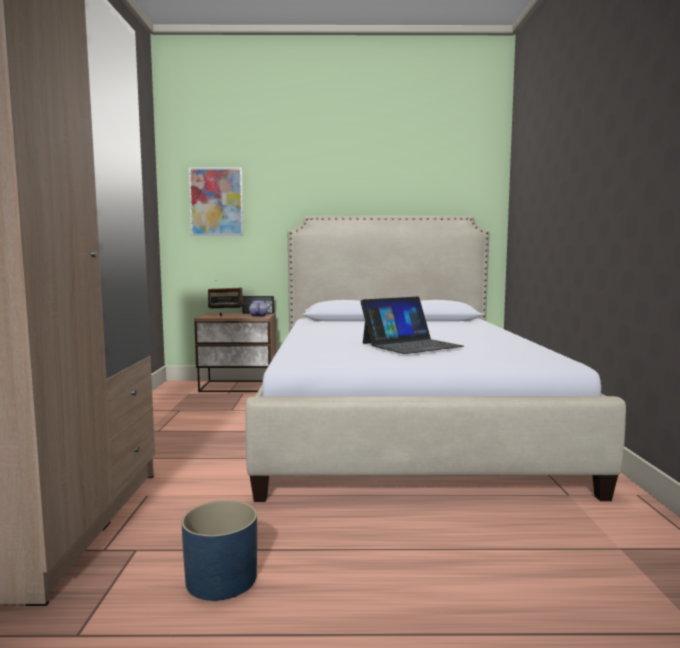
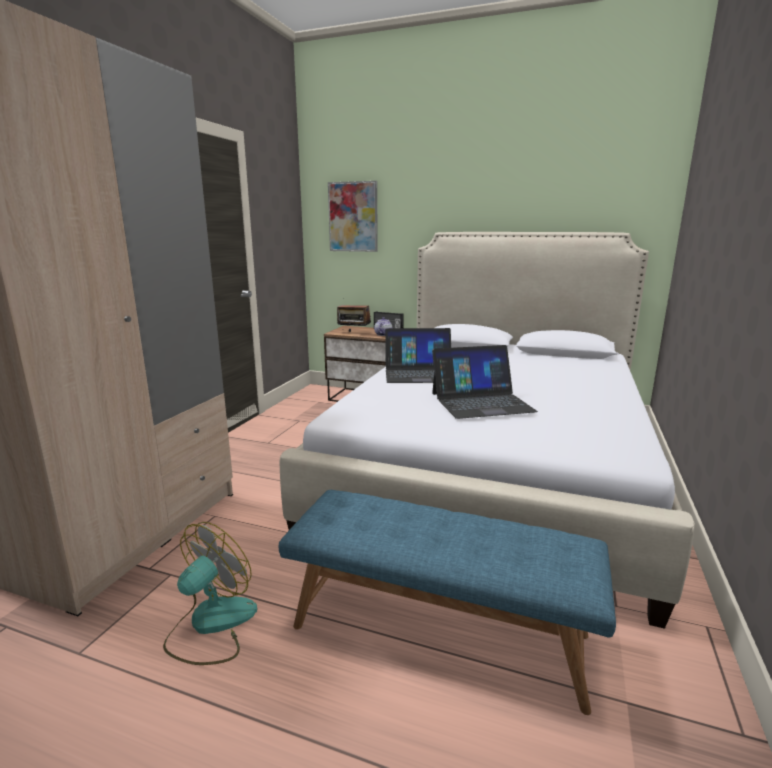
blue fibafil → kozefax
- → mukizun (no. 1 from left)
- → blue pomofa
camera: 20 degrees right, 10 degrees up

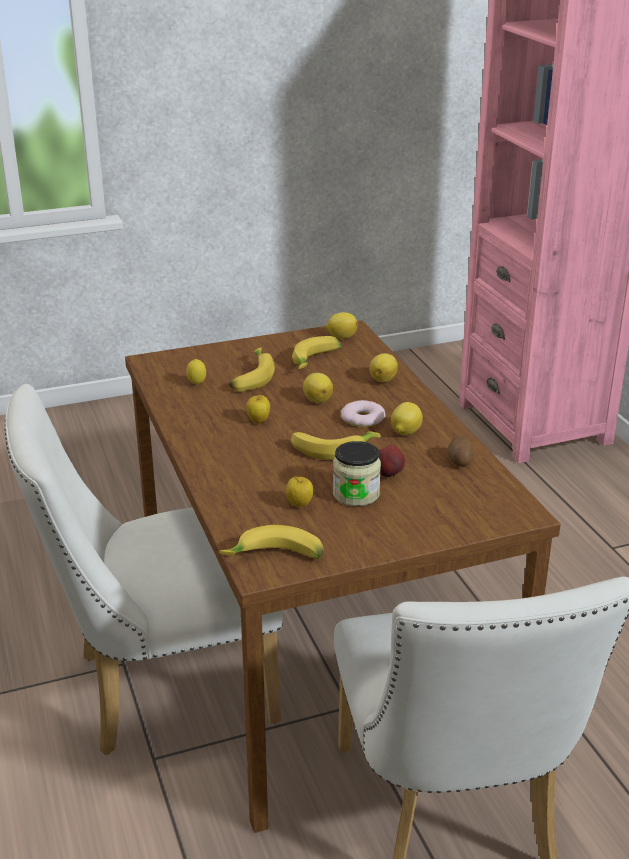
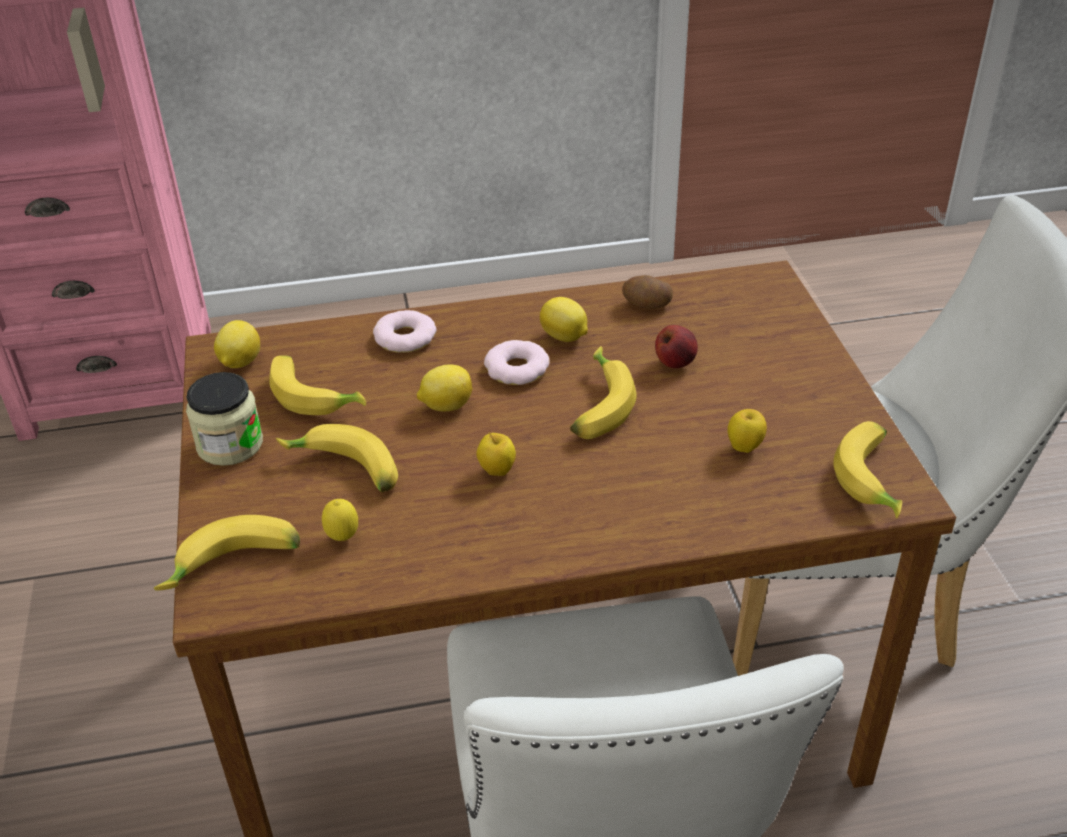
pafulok (no. 4 from left) → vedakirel (no. 1 from left)
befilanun, shifted
- → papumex (no. 1 from left)
camera: 80 degrees left, 10 degrees up

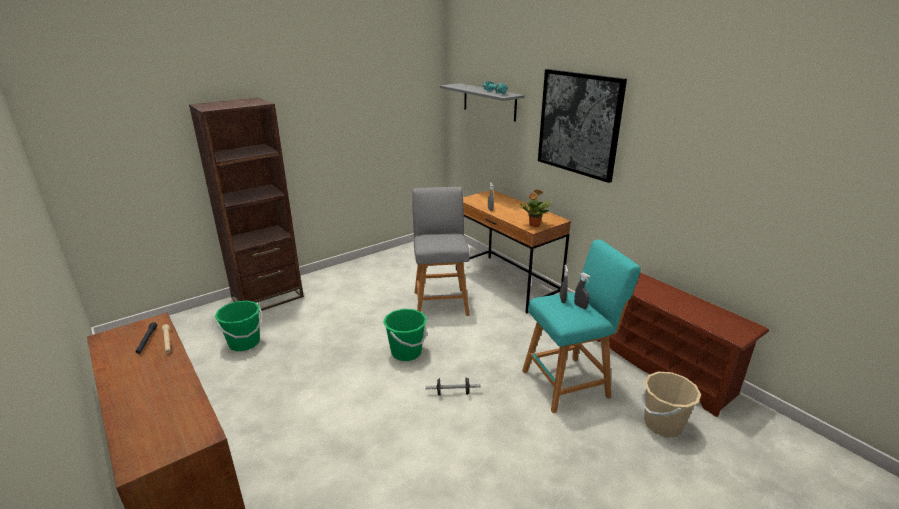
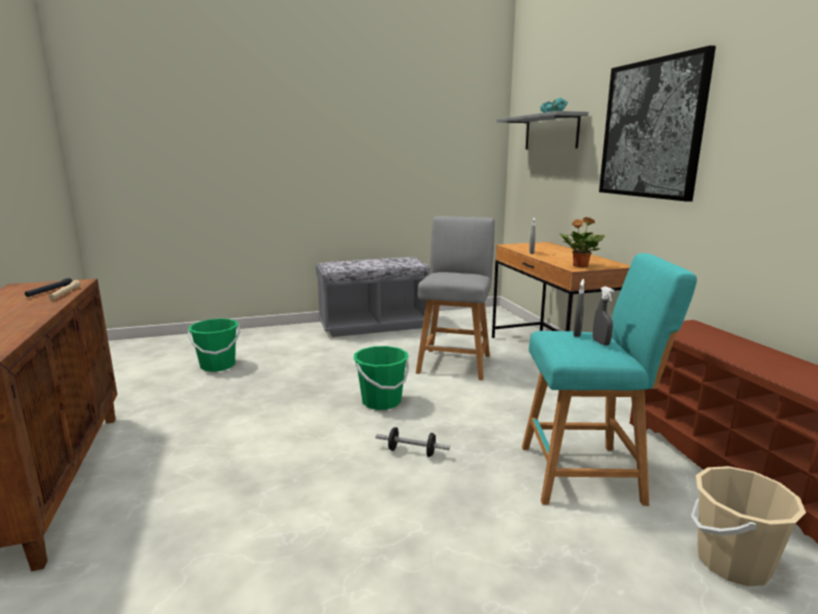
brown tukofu → -
- → grey pomofa
camera: 20 degrees right, 10 degrees down

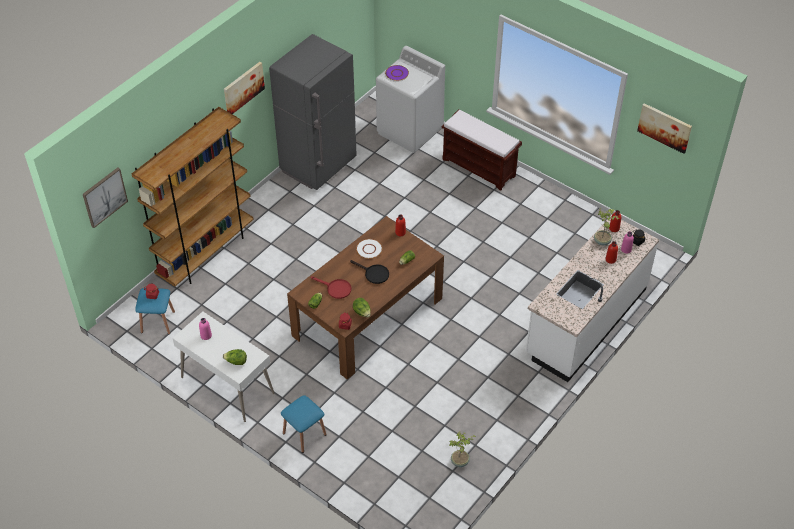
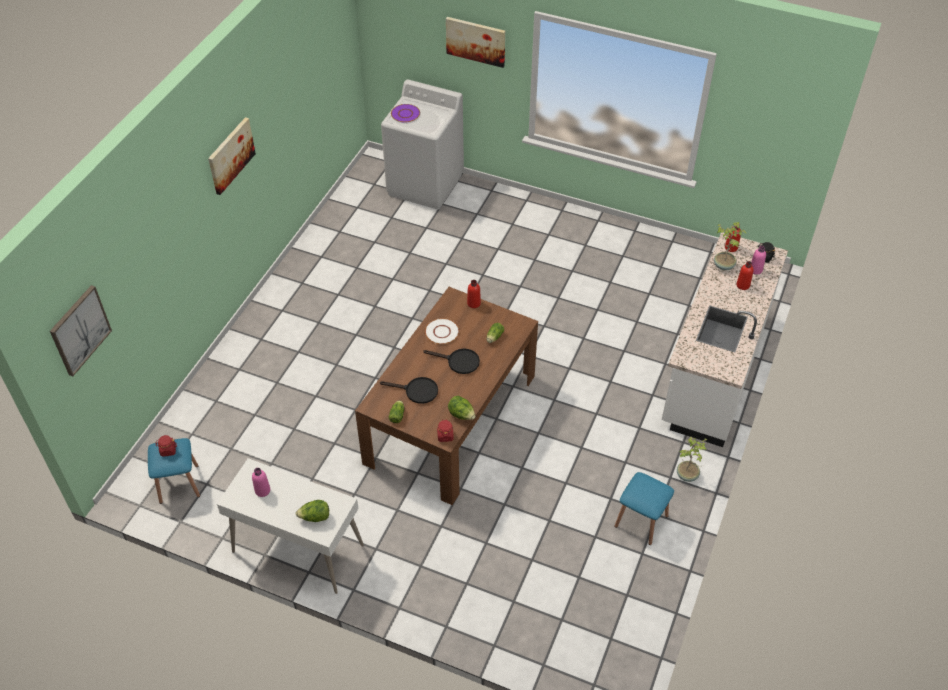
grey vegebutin → -
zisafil (no. 3 from left), shifted
brown tukofu → -
brown pomofa → -
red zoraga → black zoraga (no. 1 from left)
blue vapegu (no. 2 from left), shifted
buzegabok (no. 1 from left), shifted
camera: 15 degrees left, 0 degrees up

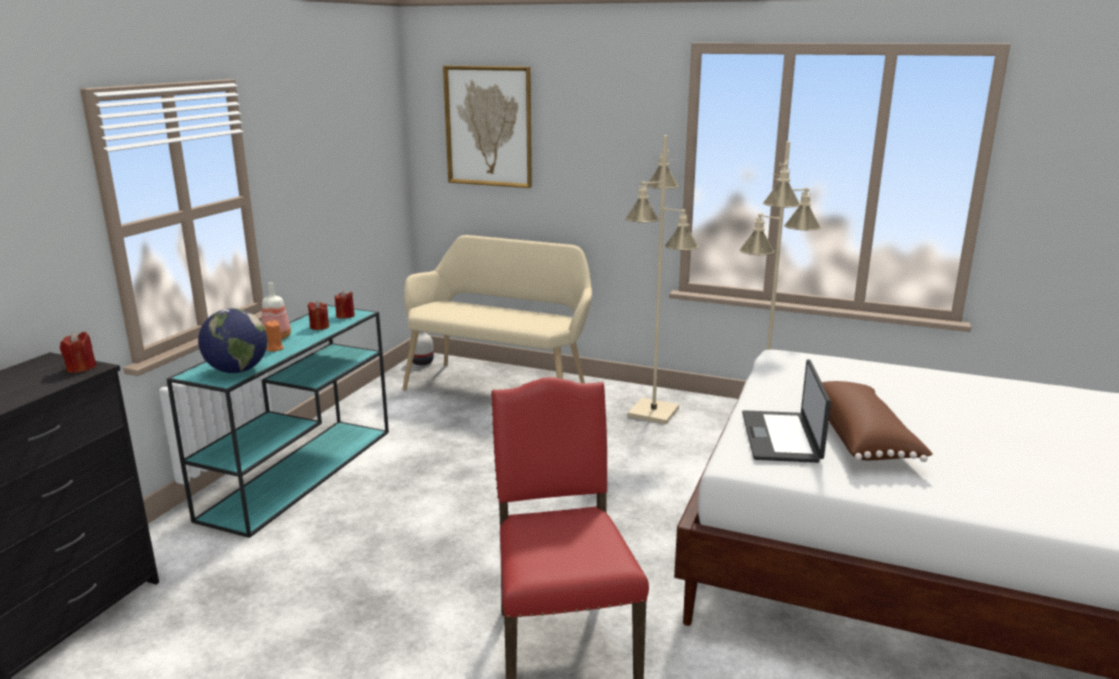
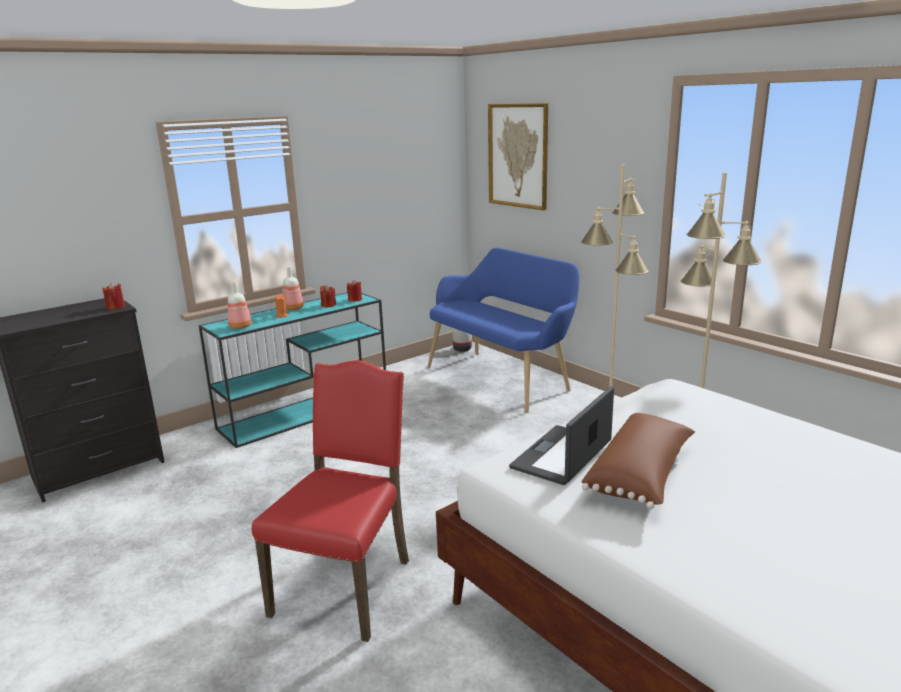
beige pomofa → blue pomofa
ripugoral → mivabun (no. 1 from left)
camera: 30 degrees right, 0 degrees up

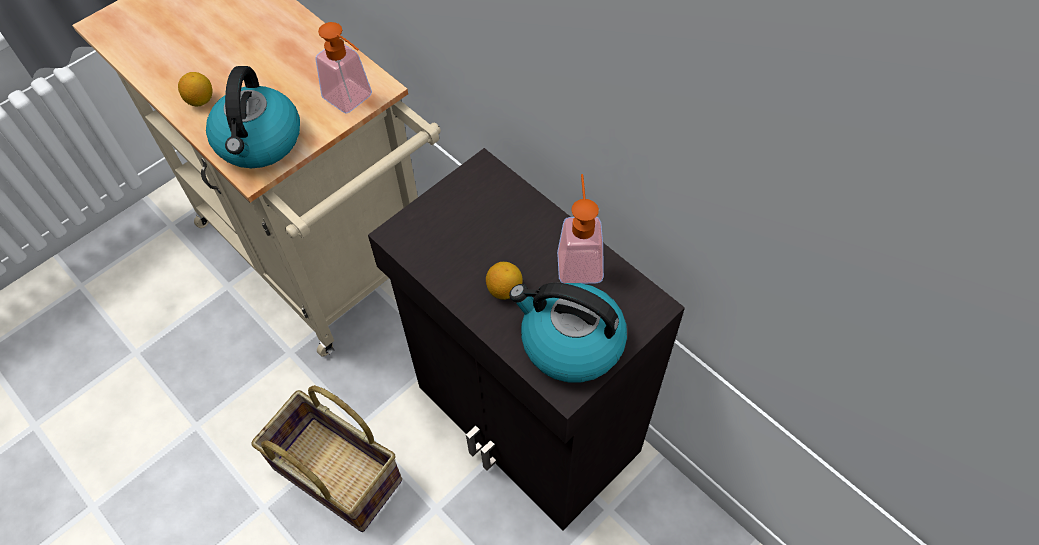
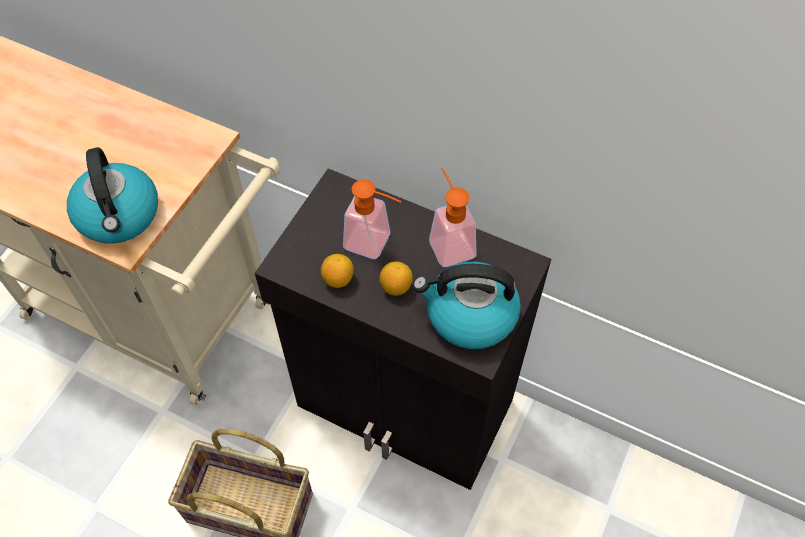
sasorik (no. 1 from left), shifted
pafulok (no. 1 from left), shifted
camera: 20 degrees left, 0 degrees up

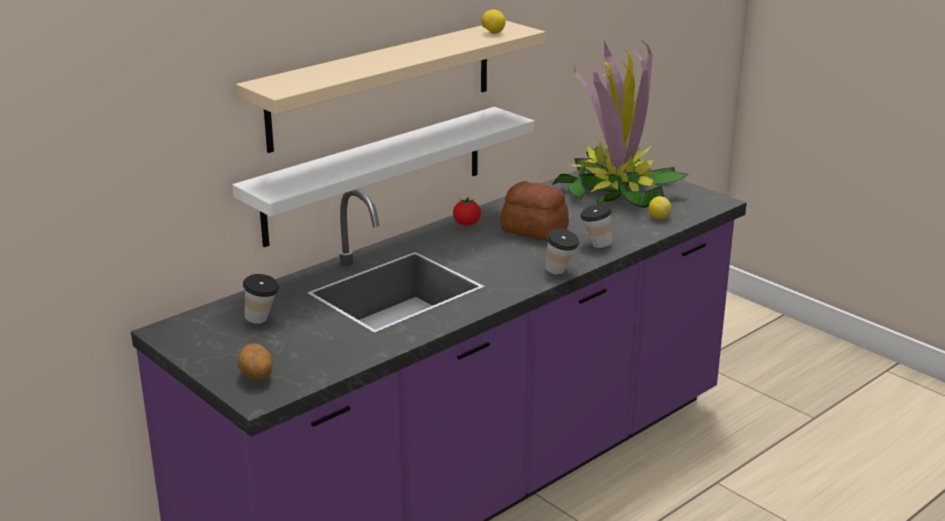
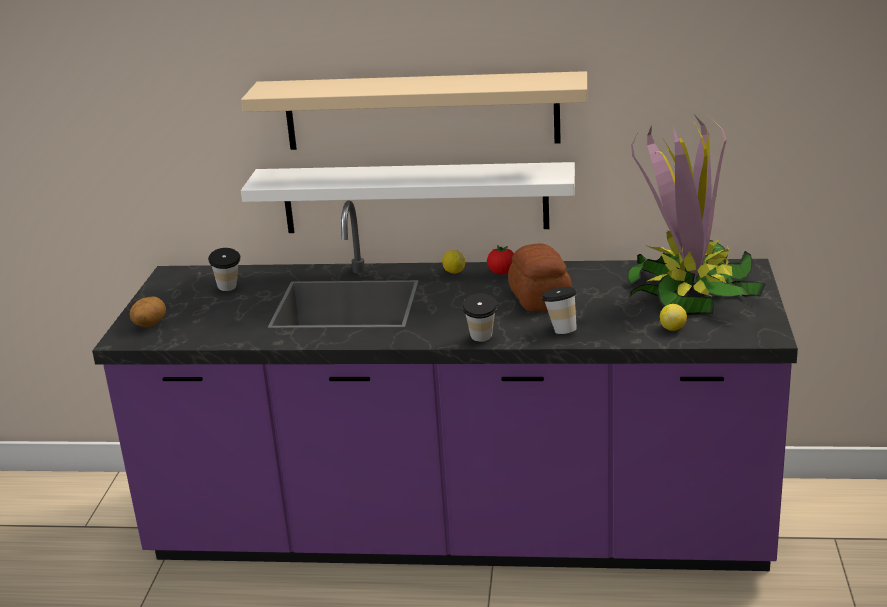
pafulok (no. 1 from left), shifted
camera: 50 degrees right, 0 degrees up

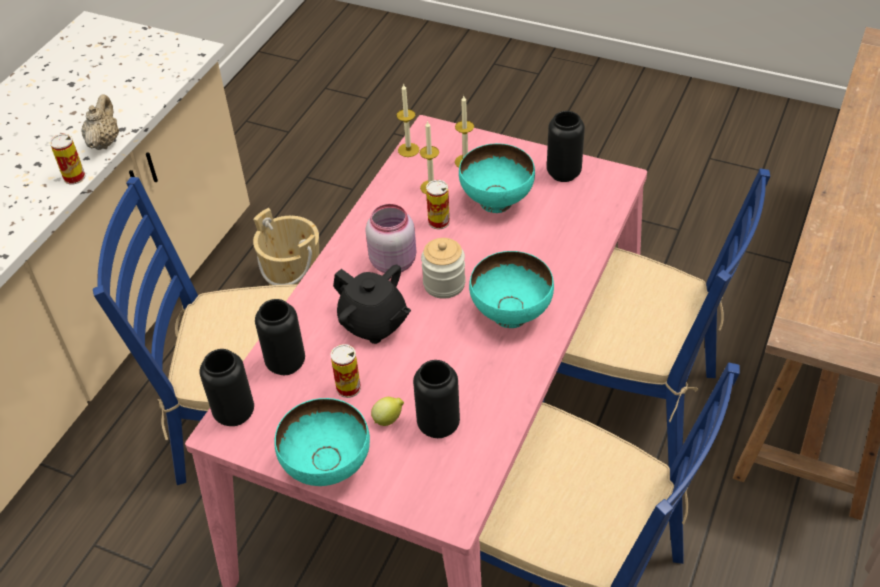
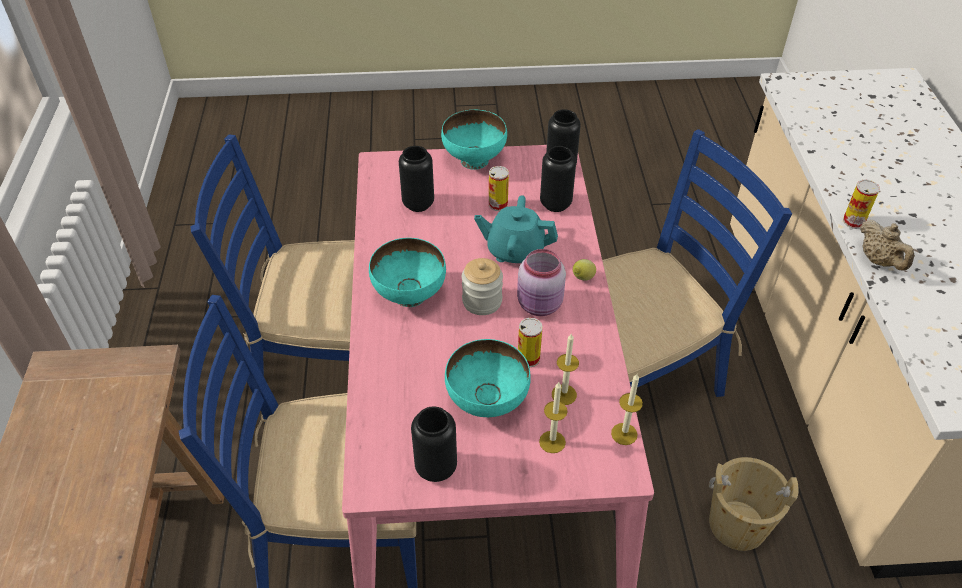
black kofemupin → turquoise kofemupin
pafulok, shifted
camera: 150 degrees right, 0 degrees up

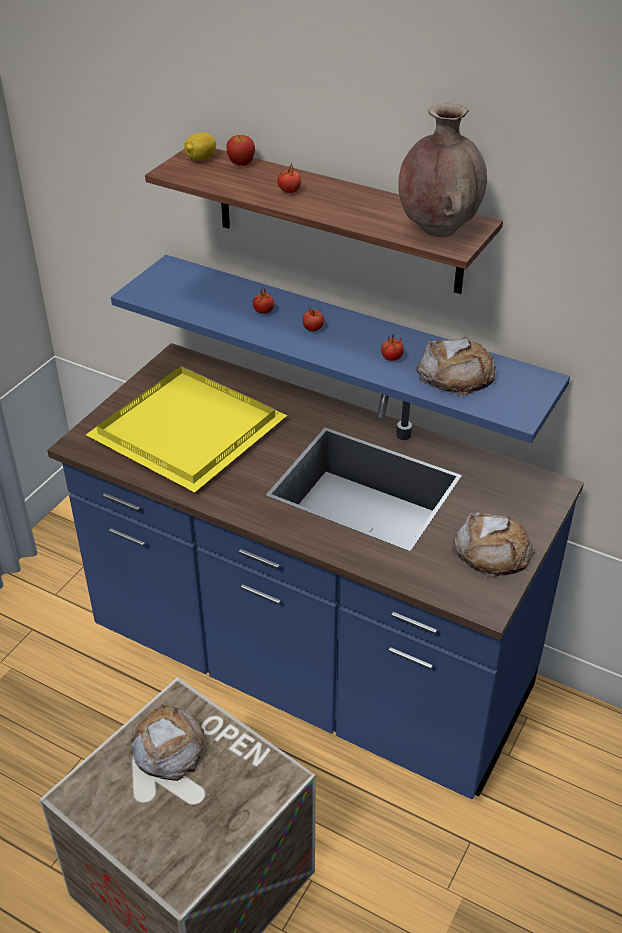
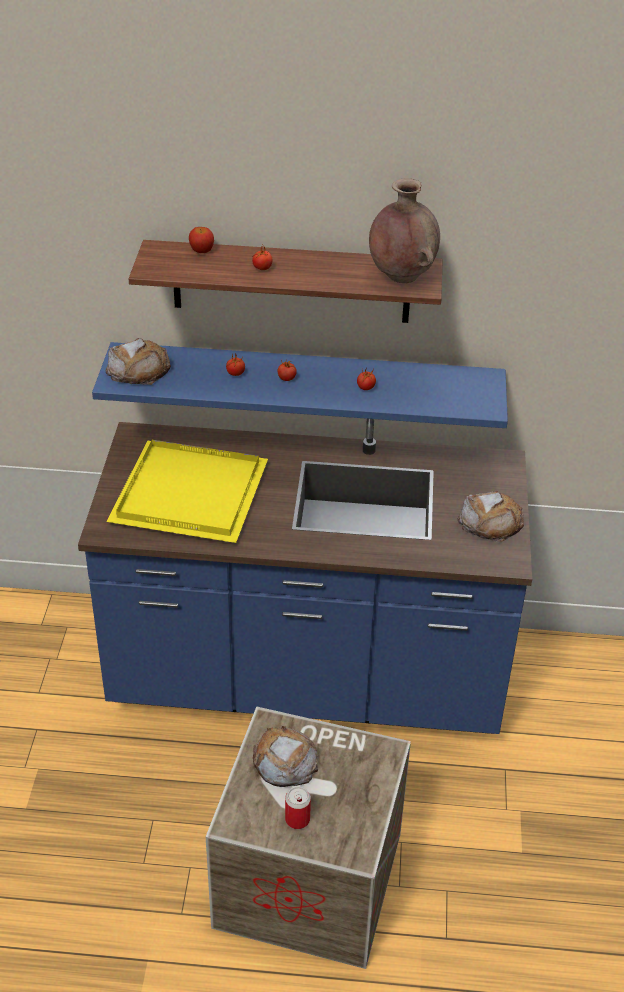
pafulok → -
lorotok (no. 2 from left in the first image) → lorotok (no. 1 from left), shifted
- → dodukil
camera: 25 degrees left, 0 degrees up

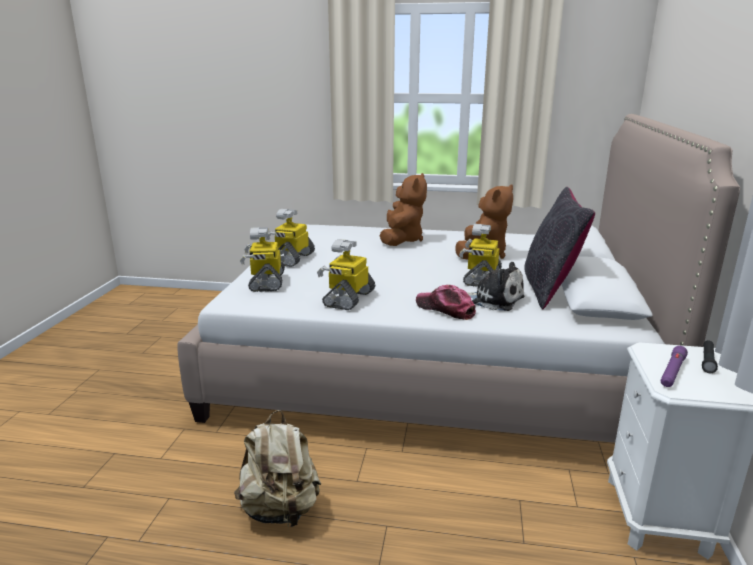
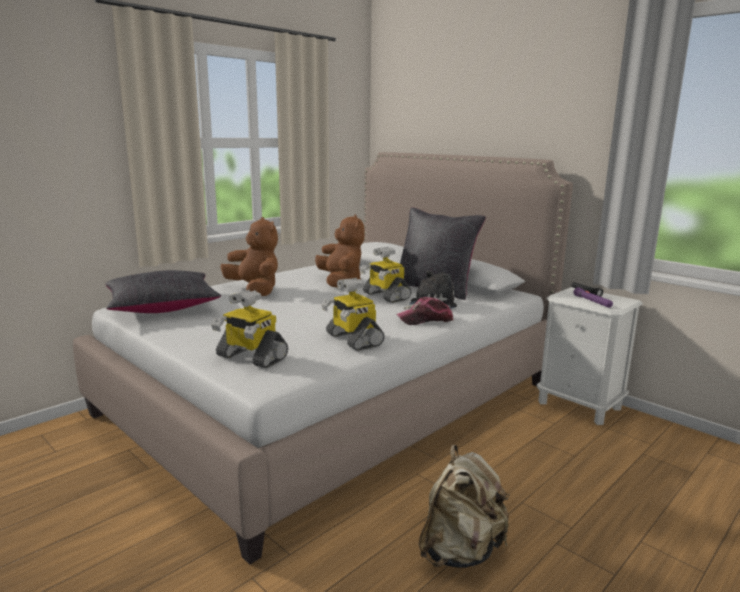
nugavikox (no. 2 from left) → -
- → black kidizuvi (no. 1 from left)
camera: 55 degrees left, 5 degrees down

